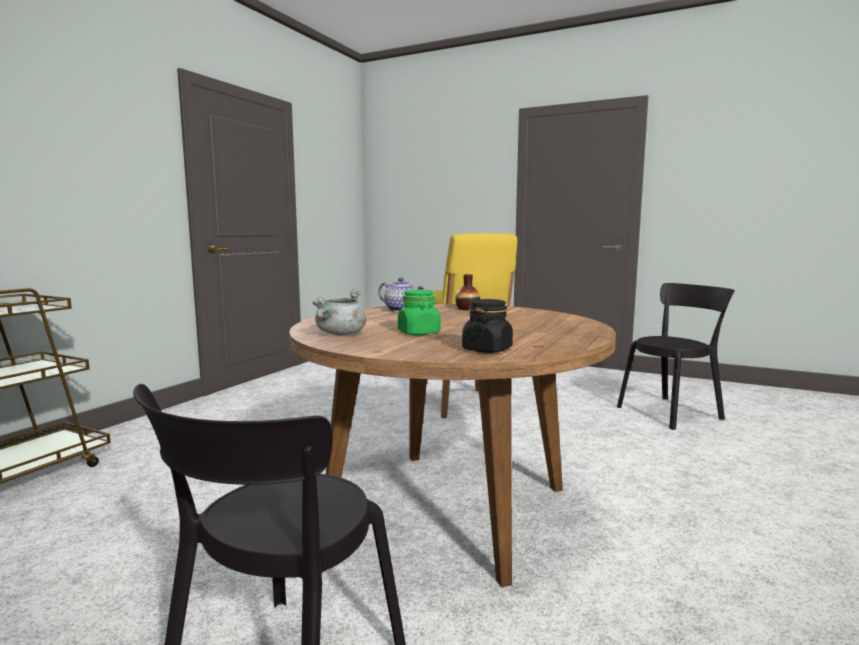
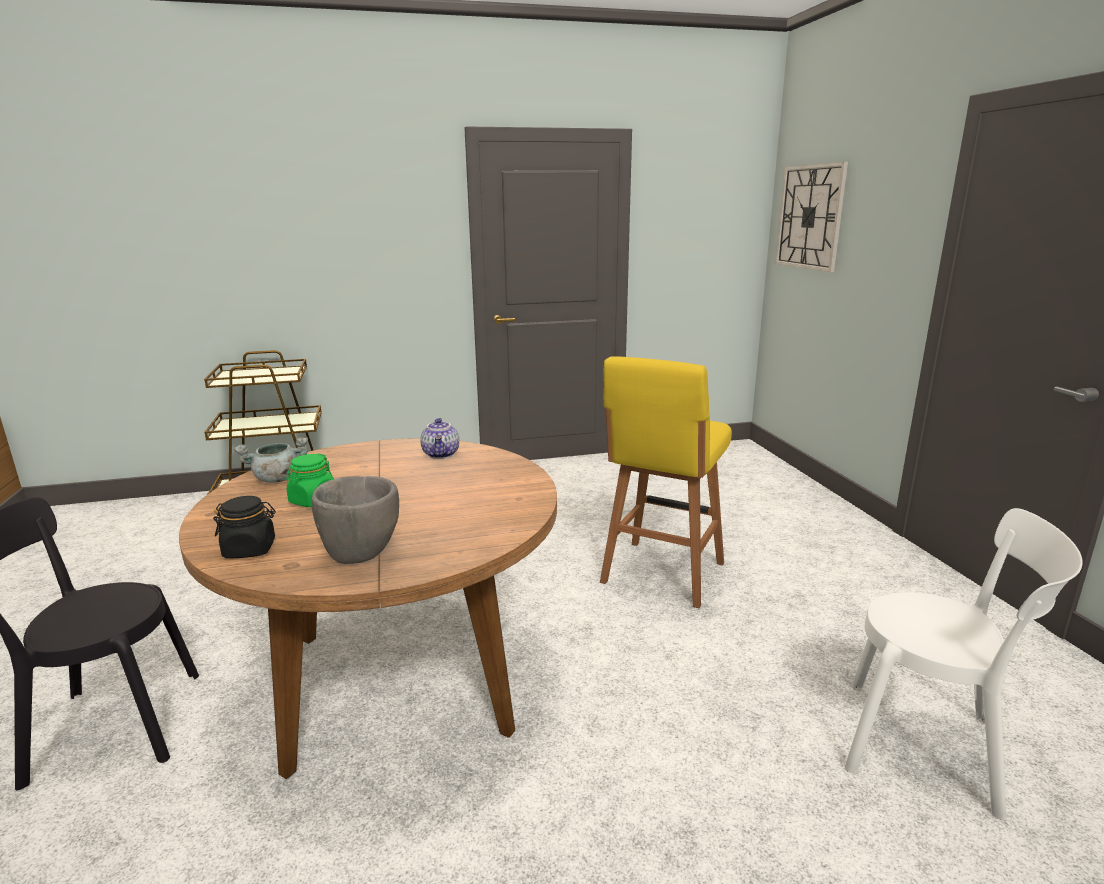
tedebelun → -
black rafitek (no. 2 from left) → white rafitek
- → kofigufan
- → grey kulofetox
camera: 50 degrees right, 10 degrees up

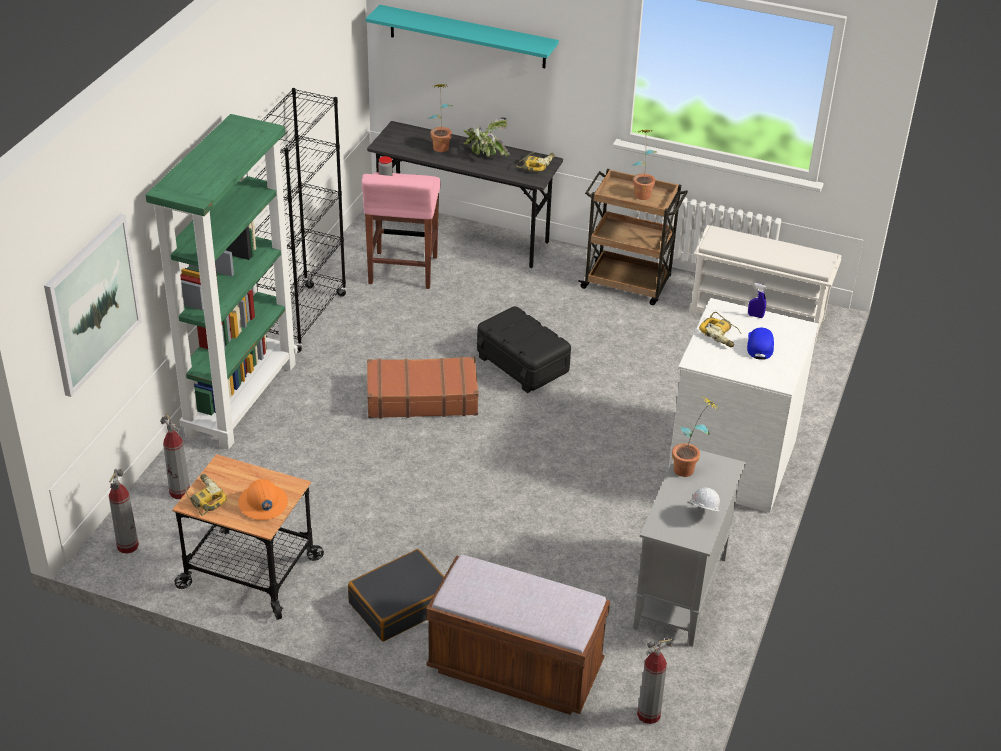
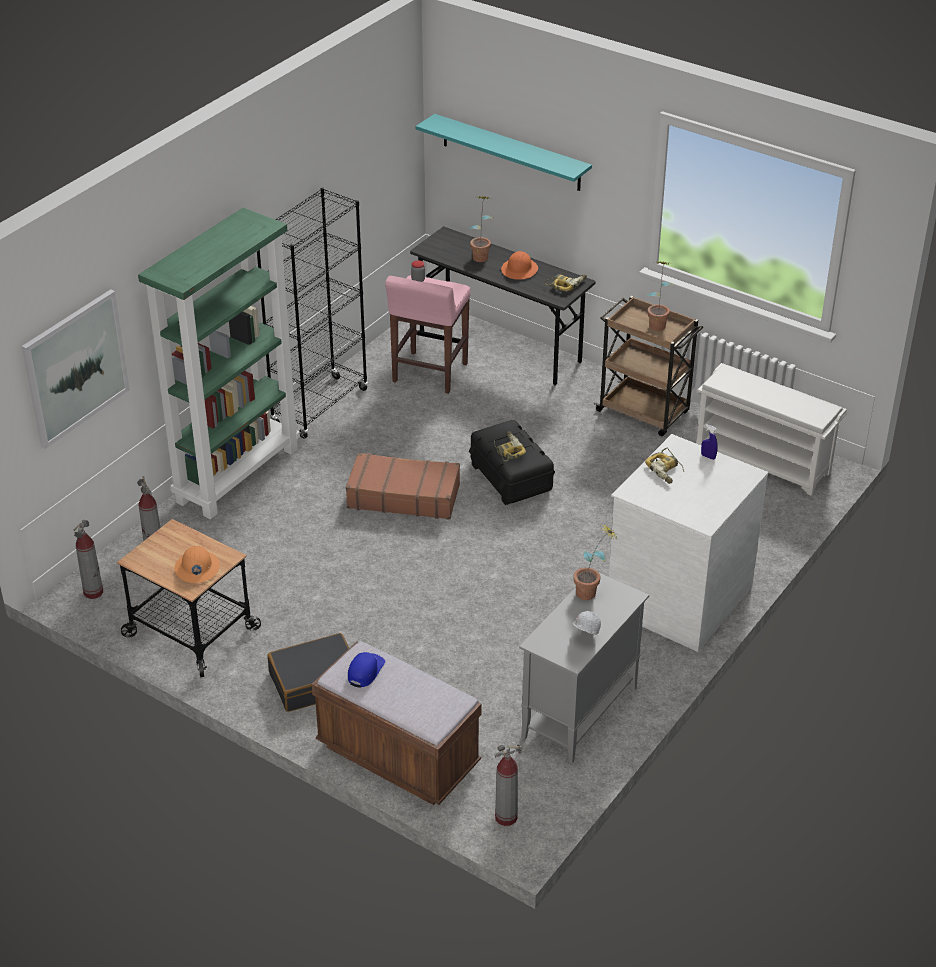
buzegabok (no. 2 from left) → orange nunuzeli (no. 2 from left)
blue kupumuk, shifted
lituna (no. 1 from left), shifted
camera: 15 degrees right, 0 degrees up

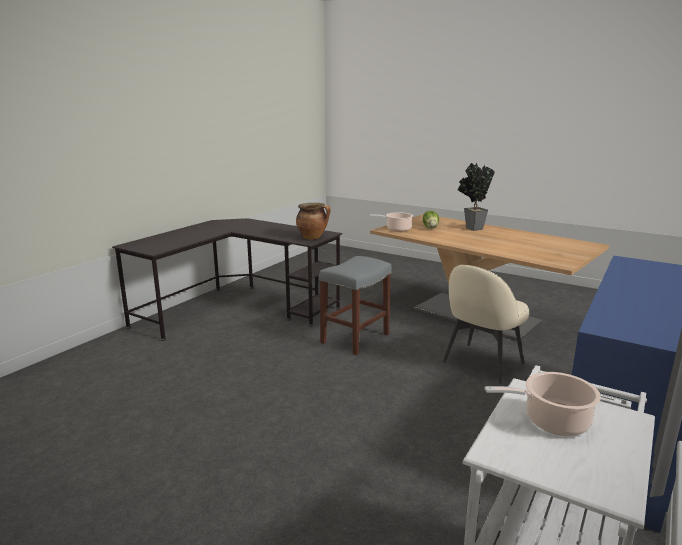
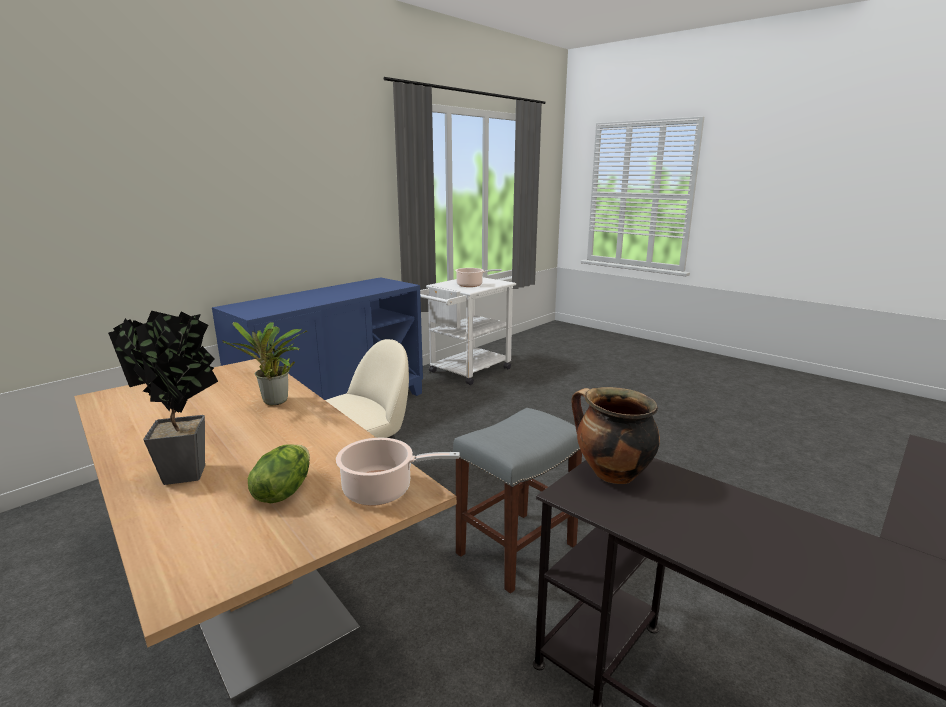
- → buzegabok (no. 2 from left)
camera: 170 degrees left, 0 degrees up

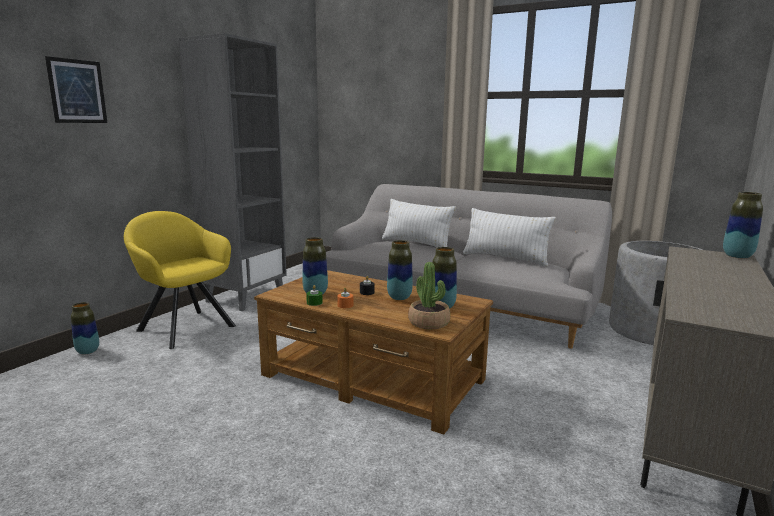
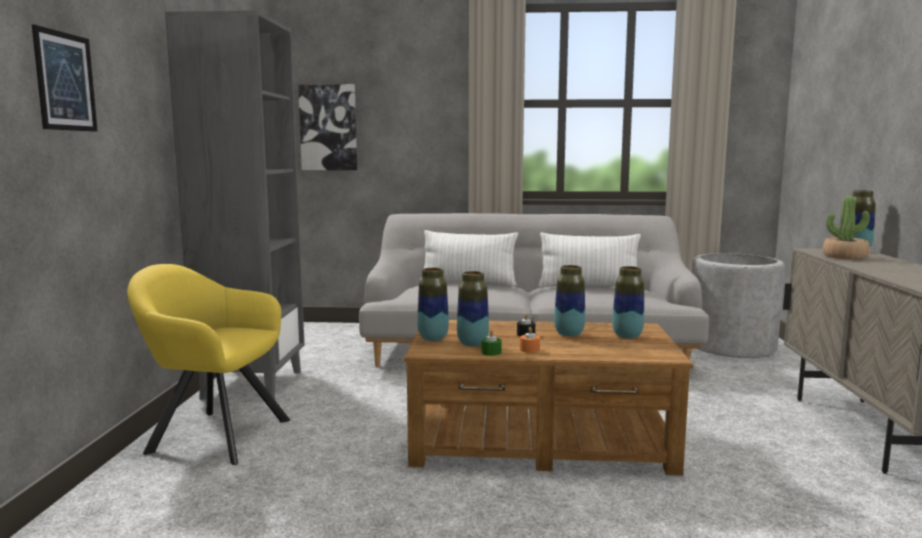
buzegabok, shifted
tedebelun (no. 1 from left), shifted
- → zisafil (no. 2 from left)
camera: 25 degrees left, 5 degrees down

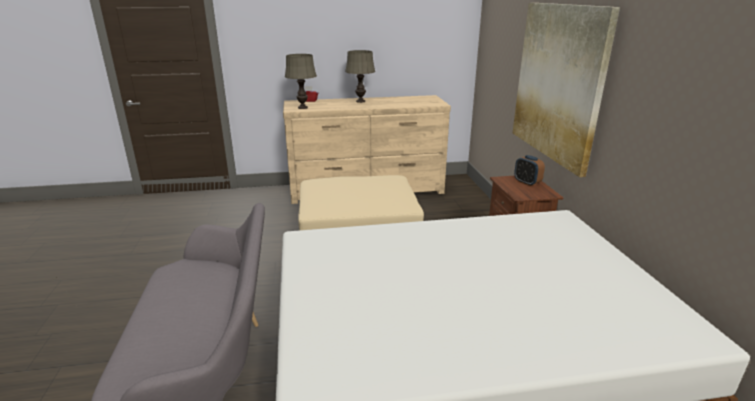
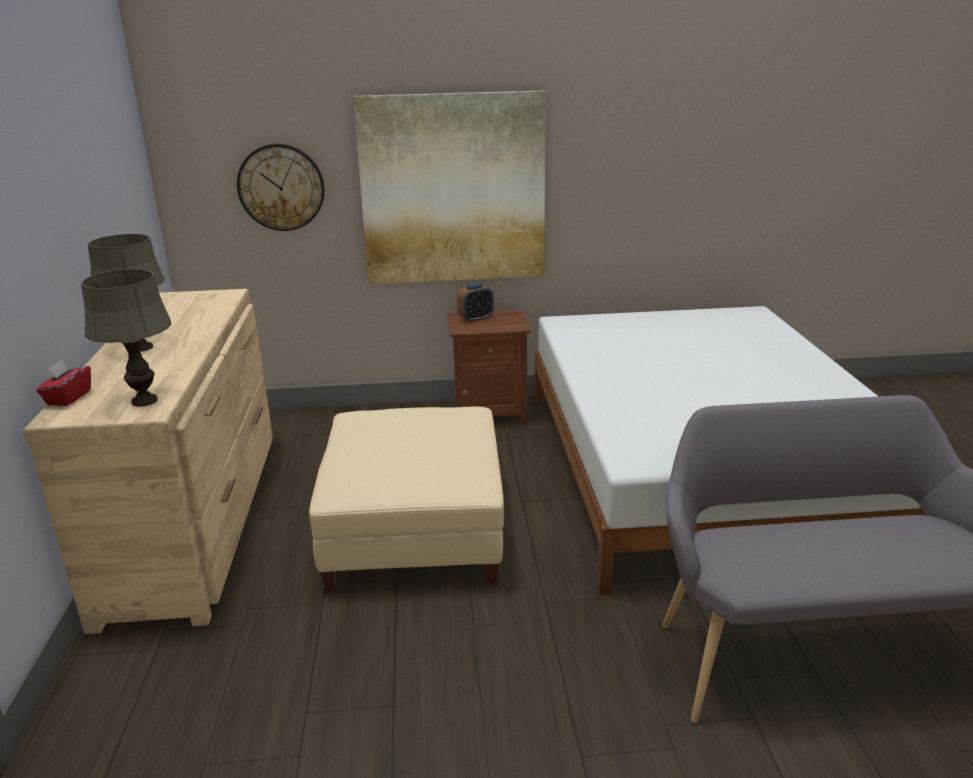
- → kofigufan
camera: 85 degrees left, 0 degrees up

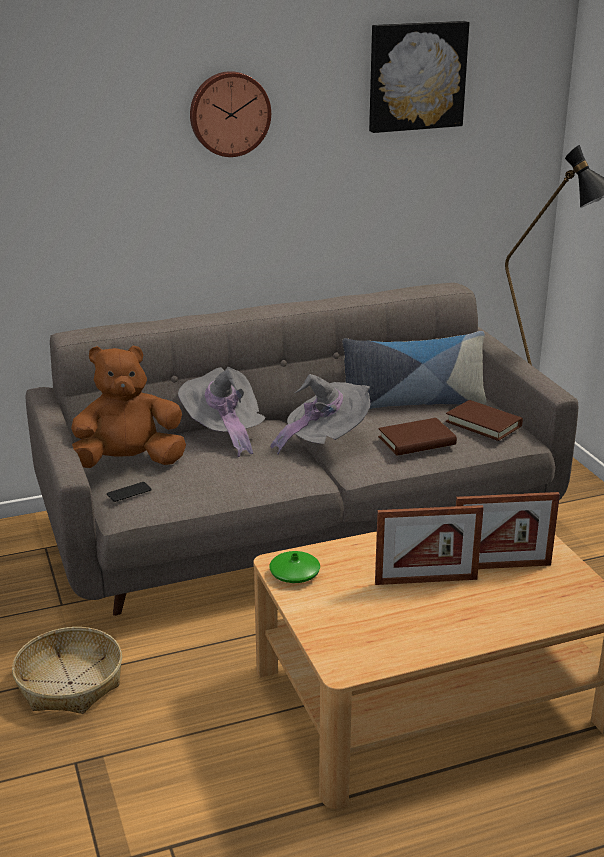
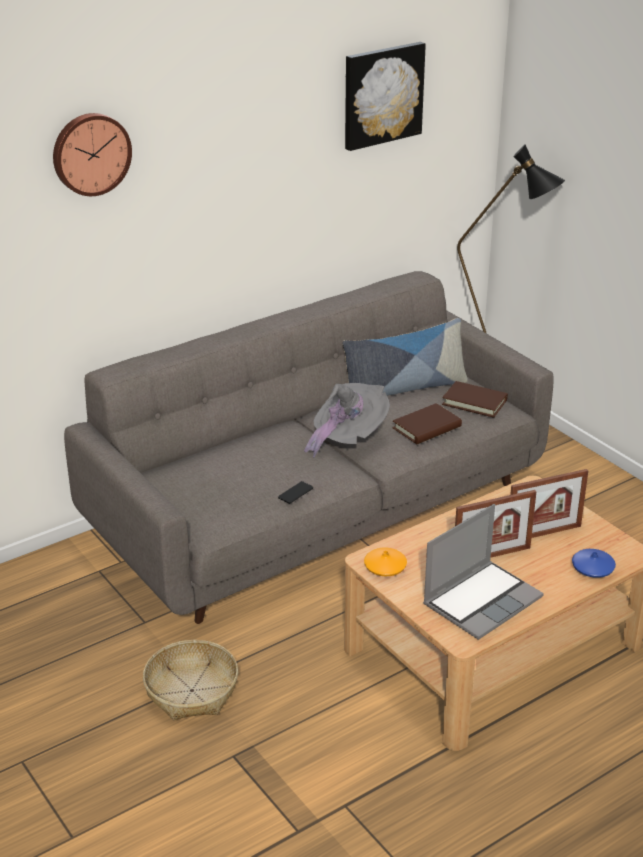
kofigufan, shifted
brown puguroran → -
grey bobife (no. 1 from left) → -
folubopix, shifted
green tedebelun → orange tedebelun
- → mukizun
- → blue tedebelun
camera: 15 degrees left, 5 degrees up

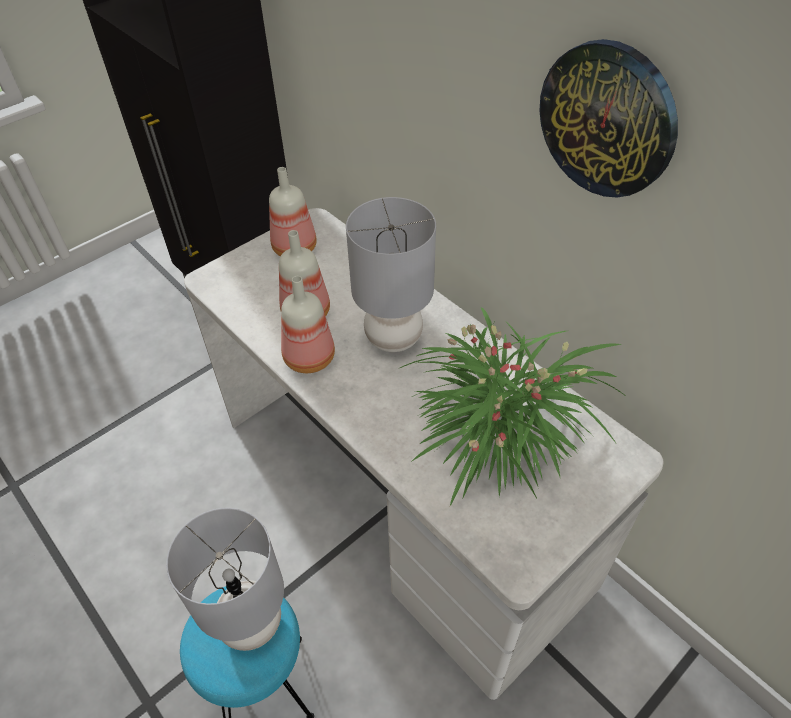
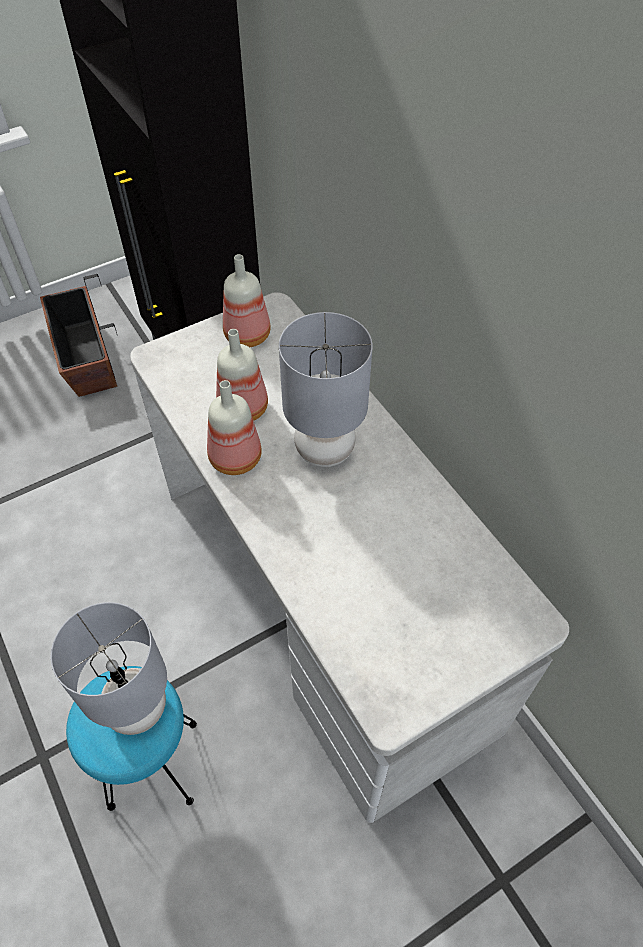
kofigufan → -
buzegabok → -
- → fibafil
camera: 10 degrees right, 5 degrees up

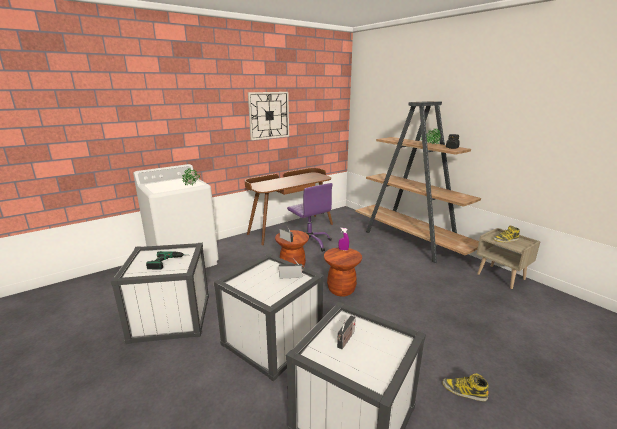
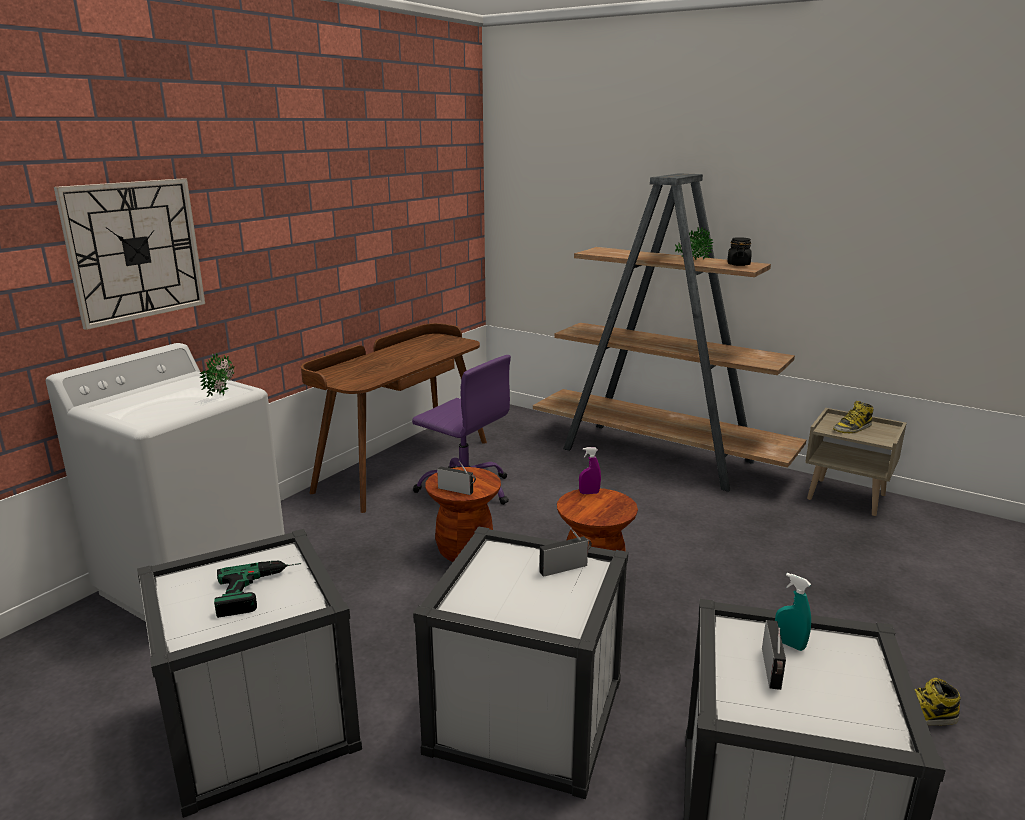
kofigufan, shifted
- → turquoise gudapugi
camera: 20 degrees left, 0 degrees up

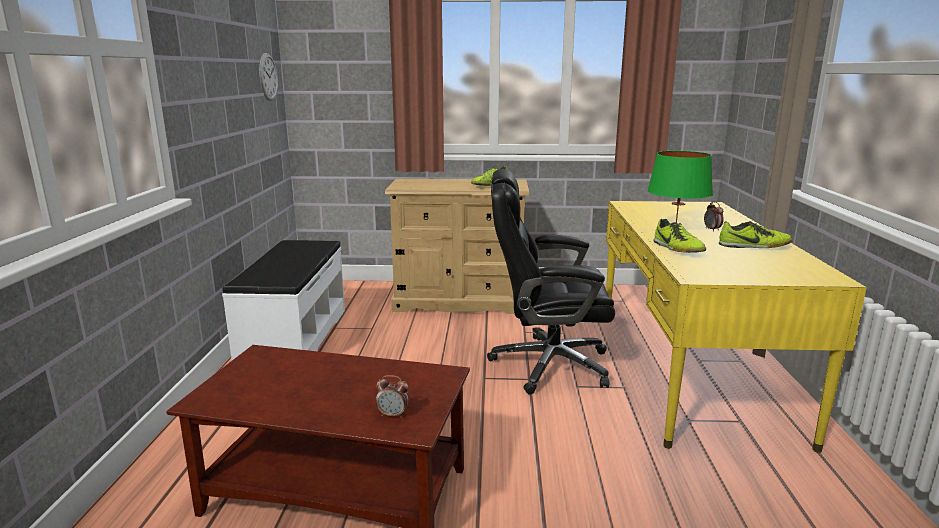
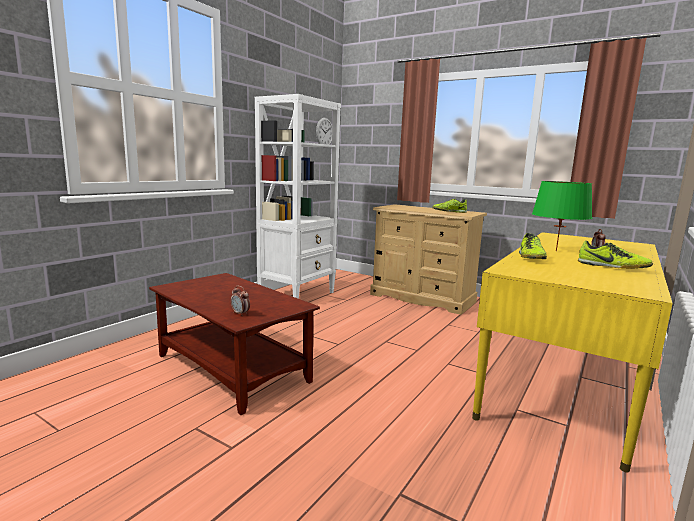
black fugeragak → -
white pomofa → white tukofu
camera: 30 degrees right, 5 degrees down

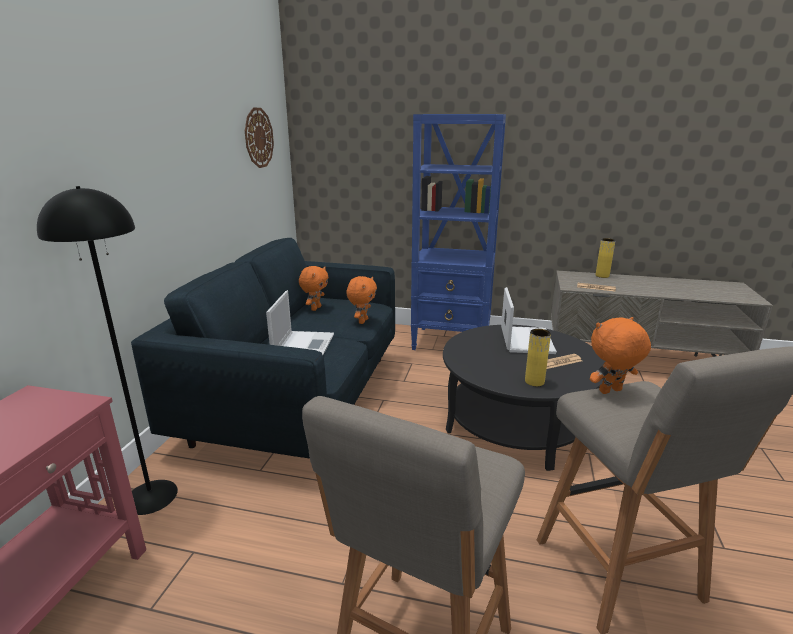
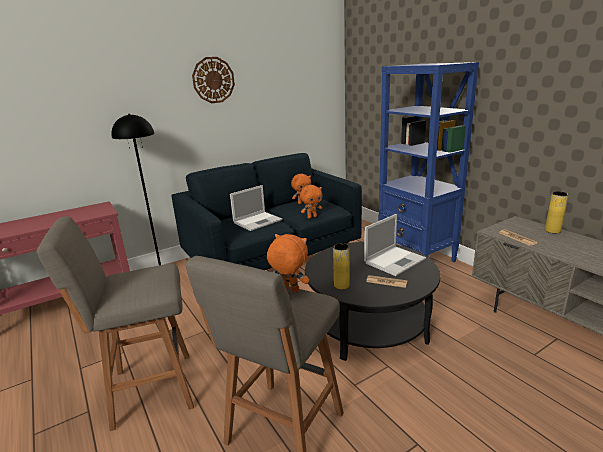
kofigufan, shifted
camera: 45 degrees right, 0 degrees up

